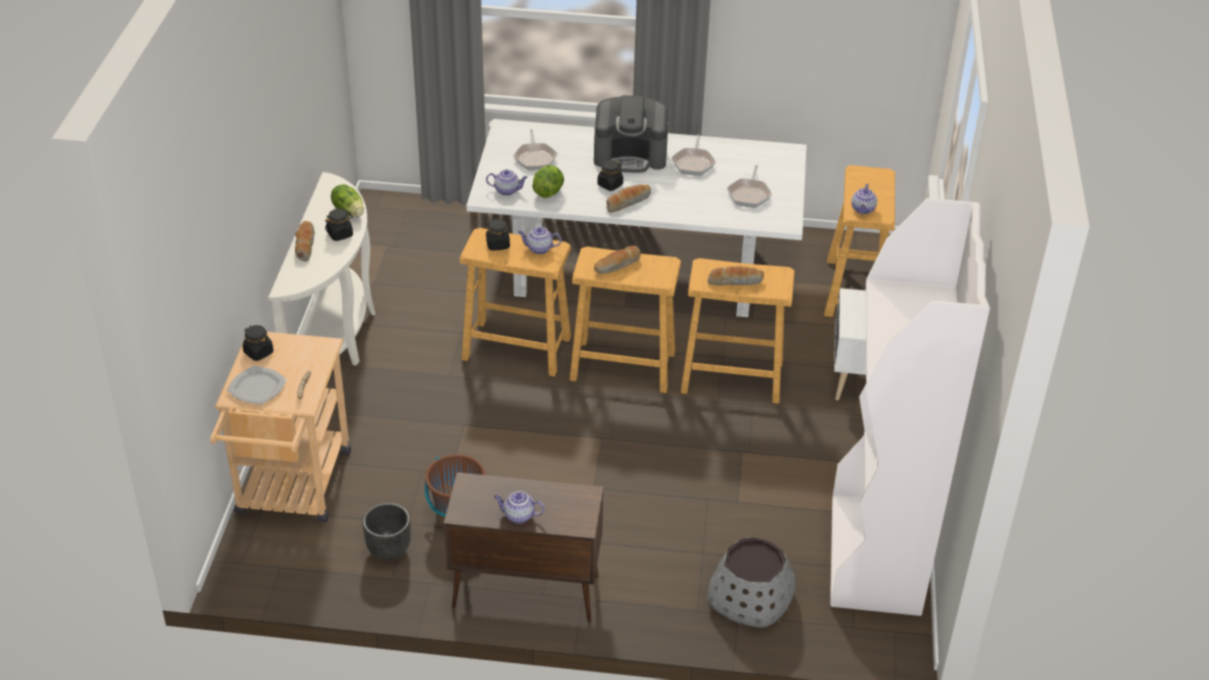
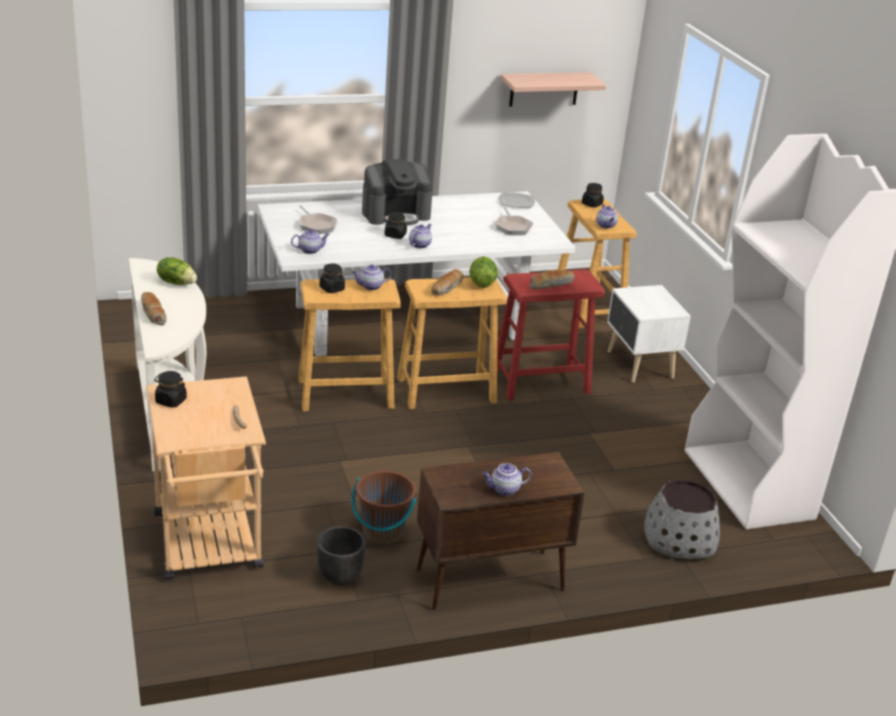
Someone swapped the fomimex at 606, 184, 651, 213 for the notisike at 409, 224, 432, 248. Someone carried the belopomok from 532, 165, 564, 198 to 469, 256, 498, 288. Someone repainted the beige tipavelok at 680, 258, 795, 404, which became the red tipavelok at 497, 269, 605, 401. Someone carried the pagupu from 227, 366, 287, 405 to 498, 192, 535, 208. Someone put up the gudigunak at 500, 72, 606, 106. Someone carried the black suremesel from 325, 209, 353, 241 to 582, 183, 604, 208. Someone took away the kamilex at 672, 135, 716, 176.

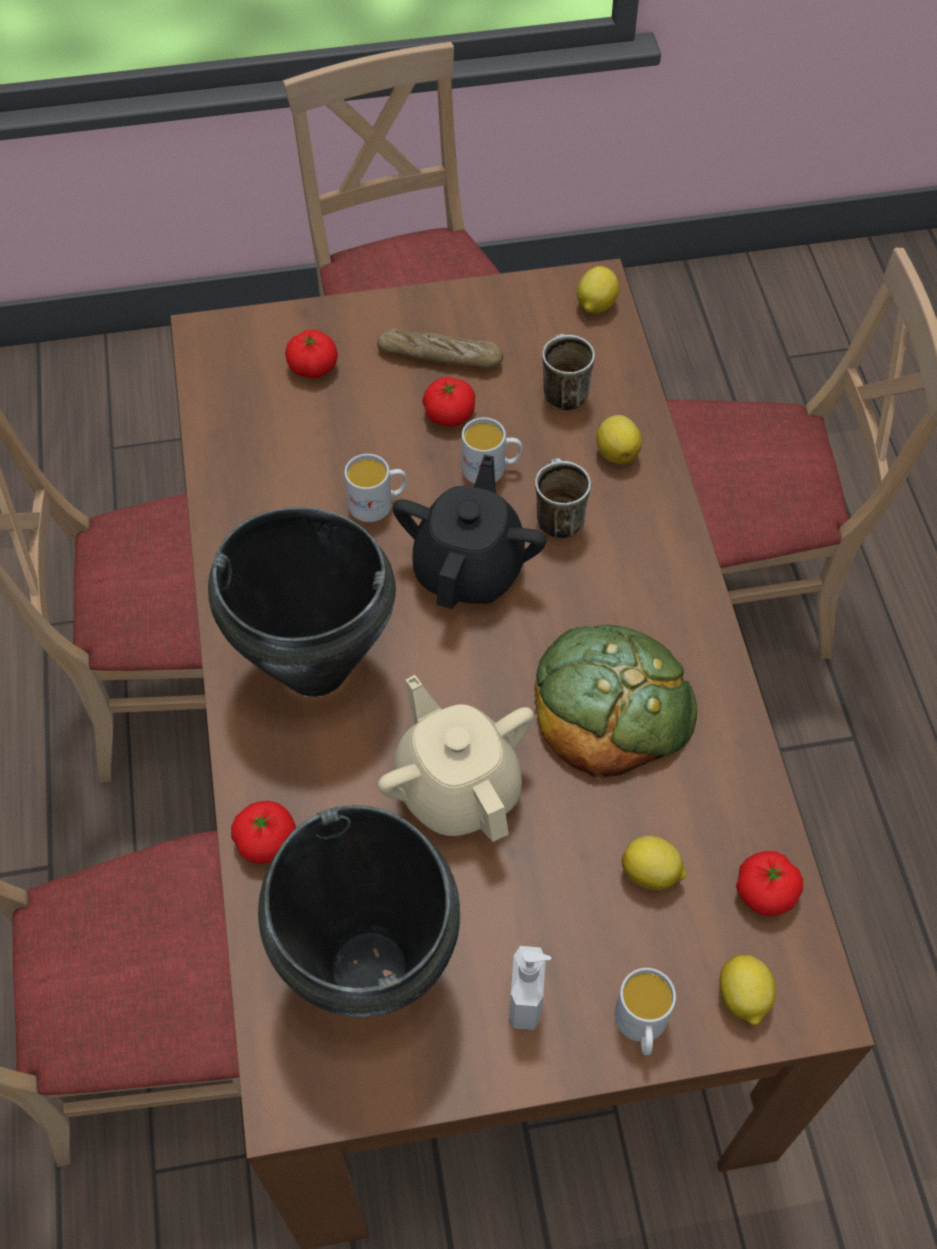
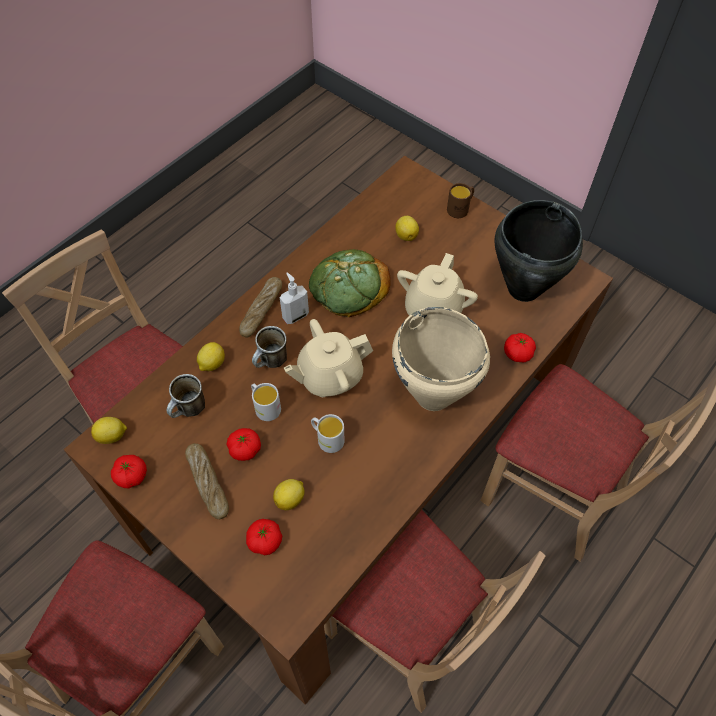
Someone carried the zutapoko from 736, 851, 803, 916 to 111, 455, 147, 488. Someone put down the fomimex at 239, 277, 282, 337. Someone carried the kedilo from 719, 955, 776, 1026 to 273, 479, 305, 510. Someone carried the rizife from 509, 946, 551, 1030 to 280, 273, 309, 324. Someone repainted the black notisike at 393, 455, 547, 609, which became the beige notisike at 284, 319, 373, 397. Someone repainted the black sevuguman at 208, 507, 396, 697, which became the beige sevuguman at 392, 307, 490, 411. Someone repainted the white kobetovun at 614, 968, 676, 1055, which became the brown kobetovun at 447, 183, 474, 218.

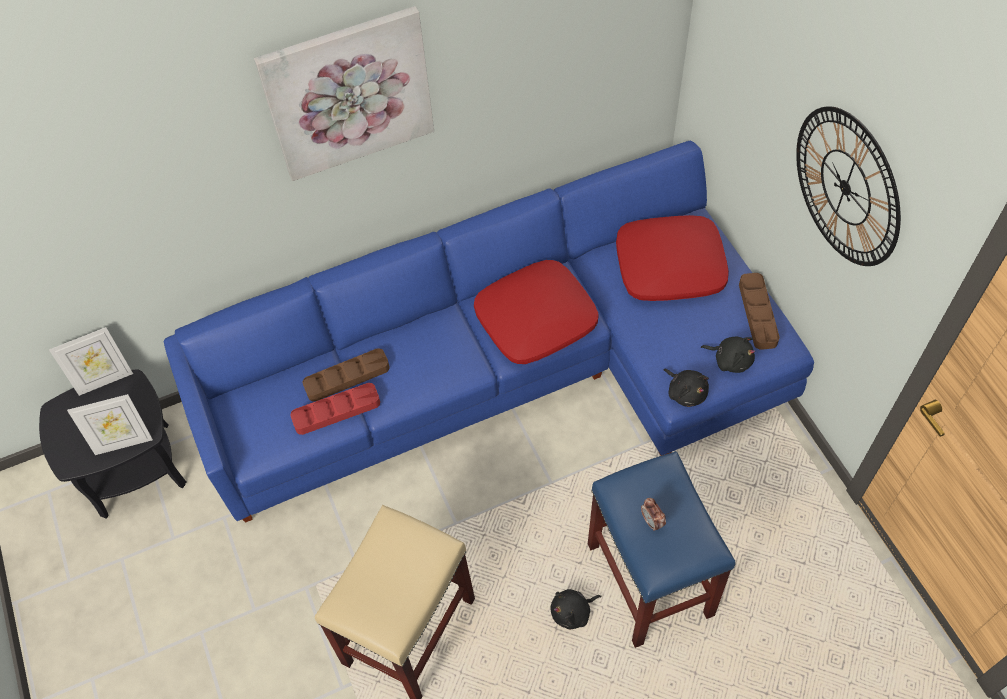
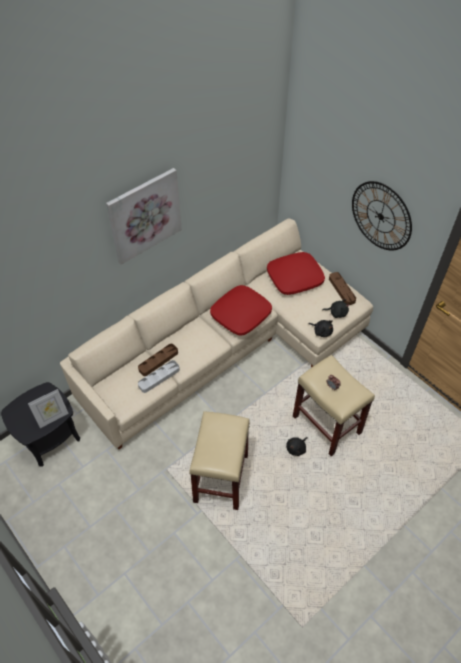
Someone repainted the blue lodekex at 164, 140, 814, 523, which became the beige lodekex at 60, 218, 373, 449. Someone repainted the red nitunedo at 291, 383, 380, 435, which became the grey nitunedo at 138, 360, 180, 393. Someone repainted the blue tipavelok at 588, 451, 735, 648, which became the beige tipavelok at 293, 355, 375, 456. Someone took away the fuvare at 49, 327, 133, 396.

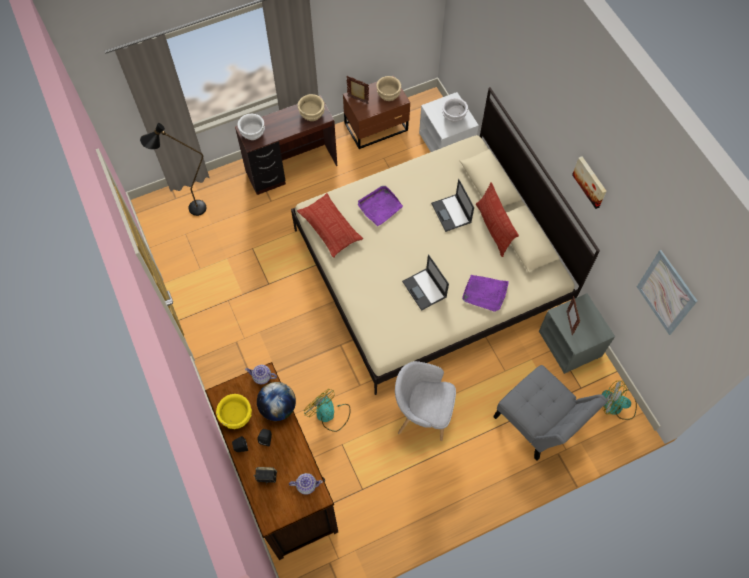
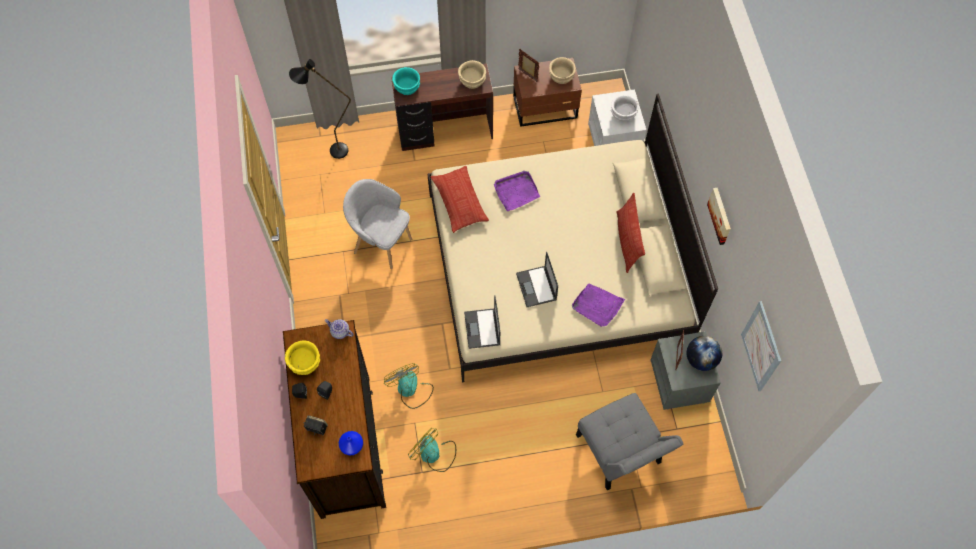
Someone swapped the notisike at 289, 473, 323, 495 for the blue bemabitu at 339, 431, 363, 455. Someone carried the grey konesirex from 395, 361, 456, 441 to 343, 179, 412, 269. Someone repainted the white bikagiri at 237, 114, 265, 140, which became the turquoise bikagiri at 392, 67, 420, 95. Someone carried the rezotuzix from 602, 381, 637, 420 to 408, 428, 456, 472. Someone carried the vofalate from 431, 179, 474, 232 to 464, 295, 500, 349. Someone carried the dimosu from 257, 382, 296, 421 to 687, 336, 722, 371.

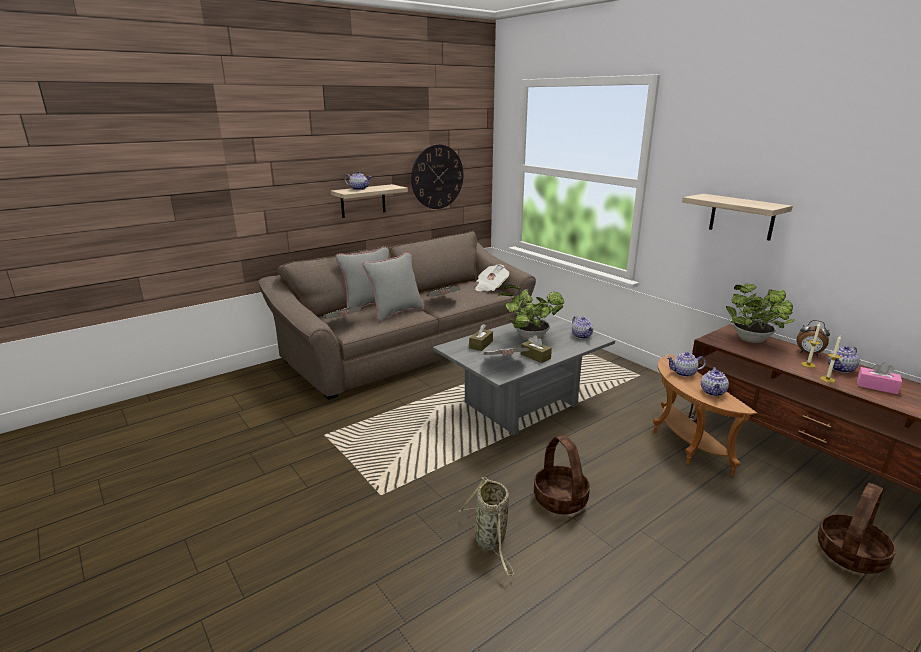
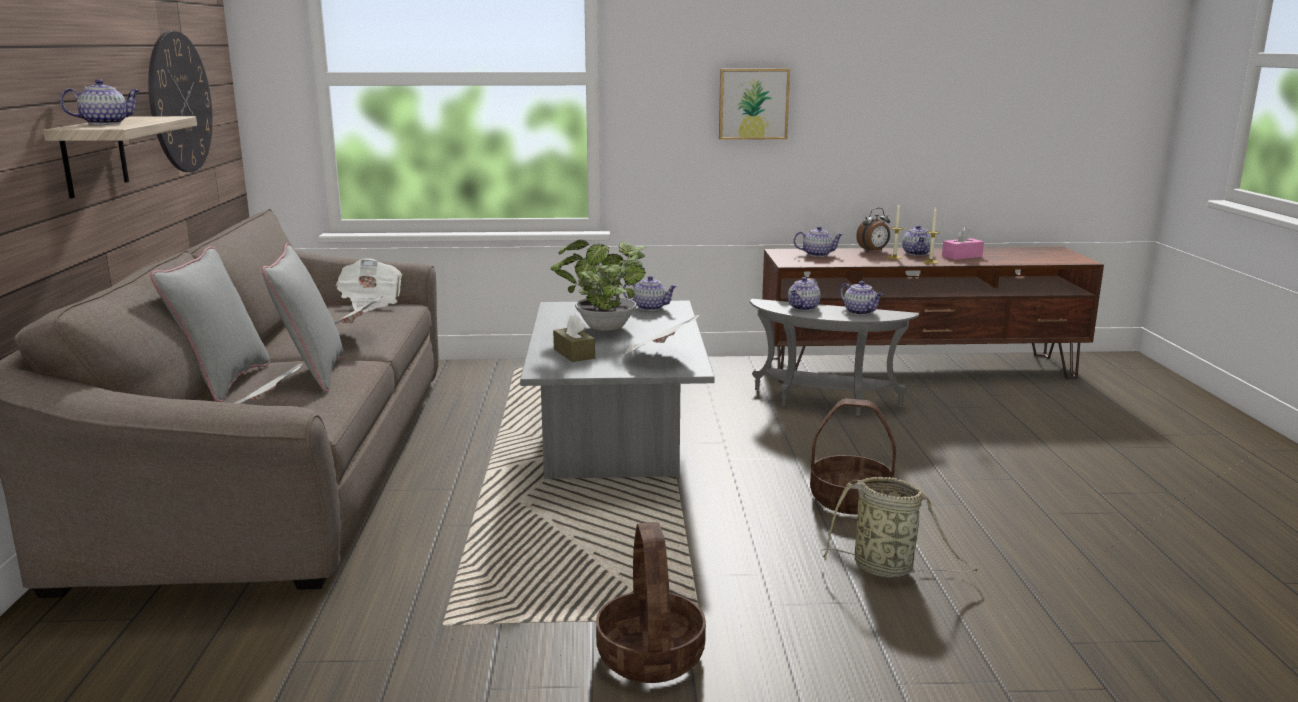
Someone carried the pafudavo from 818, 483, 896, 574 to 596, 522, 706, 683. Someone swapped the gudigunak at 682, 194, 793, 241 for the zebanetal at 719, 69, 790, 140. Someone repainted the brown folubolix at 653, 354, 757, 476, which became the grey folubolix at 750, 299, 919, 416. Someone swapped the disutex at 726, 284, 795, 343 for the notisike at 793, 226, 843, 257. Someone took away the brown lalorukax at 521, 335, 552, 363.

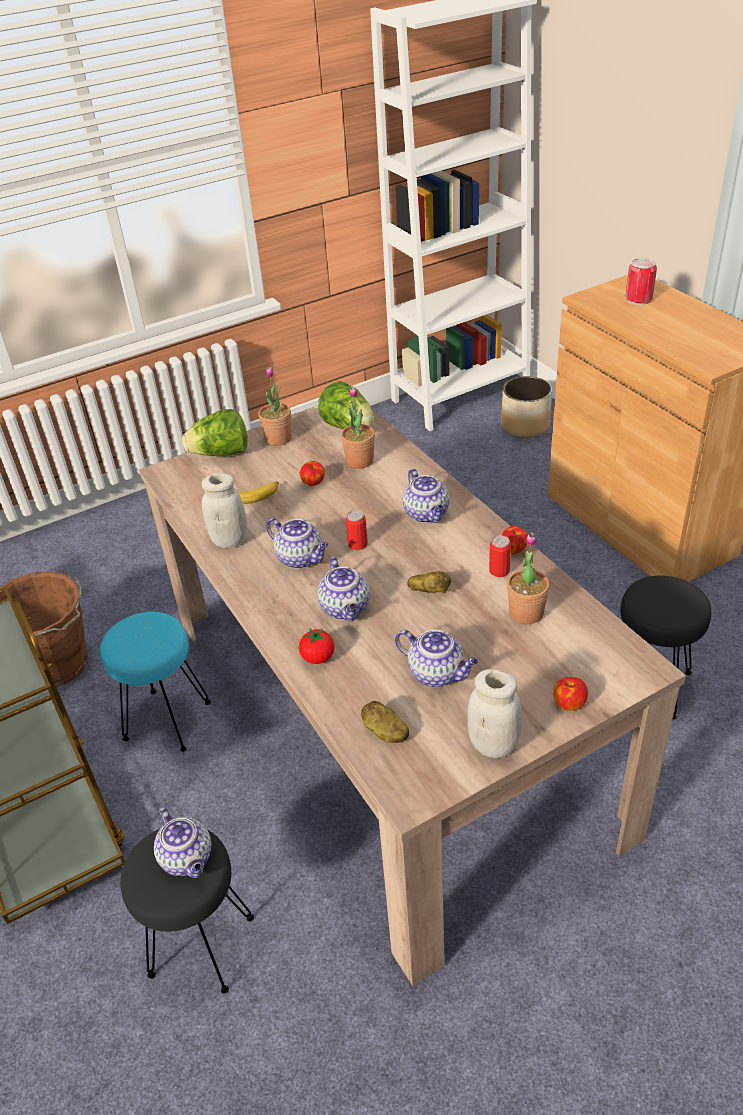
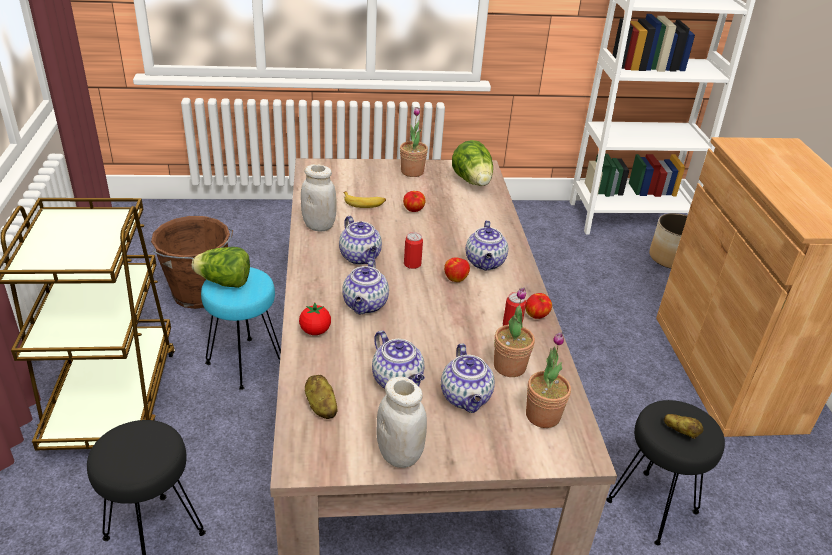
Someone carried the belopomok from 182, 409, 248, 456 to 192, 247, 250, 288. Someone carried the notisike from 154, 807, 211, 878 to 441, 343, 495, 413. Someone carried the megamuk from 553, 677, 588, 711 to 444, 257, 470, 282. Someone carried the disutex from 341, 386, 375, 469 to 526, 332, 571, 428. Someone carried the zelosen from 407, 571, 451, 593 to 664, 414, 704, 439. Someone took away the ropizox at 626, 258, 657, 305.

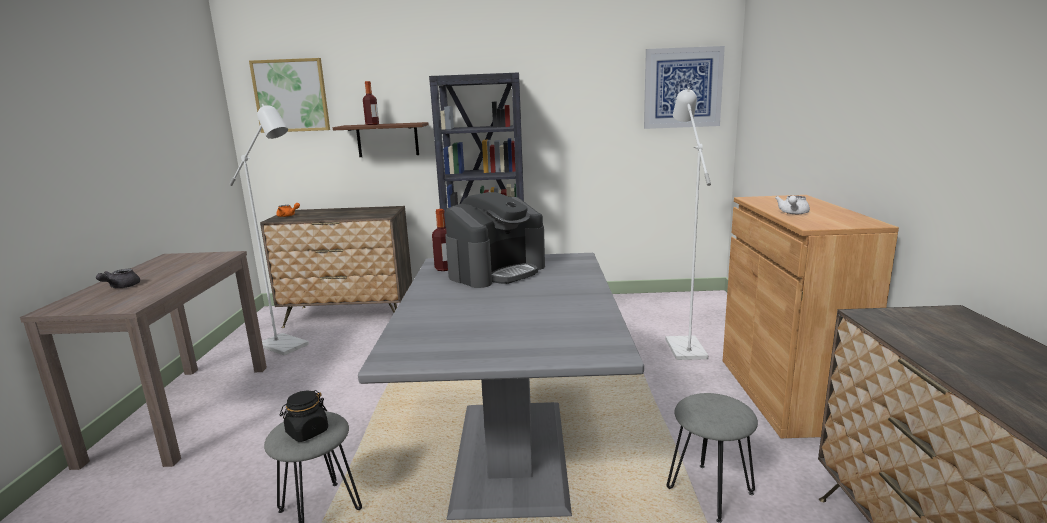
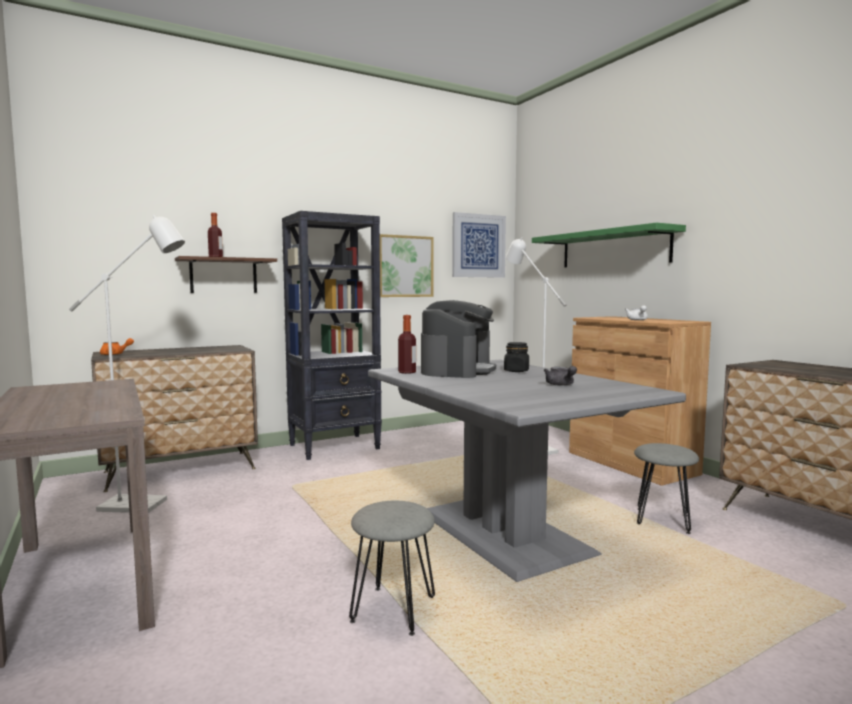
Someone carried the zebanetal from 249, 58, 330, 133 to 380, 234, 434, 297. Someone carried the black suremesel from 280, 390, 328, 442 to 504, 342, 529, 372. Someone put up the green gudigunak at 532, 223, 686, 267. Someone carried the grey notisike from 96, 269, 140, 288 to 544, 366, 577, 386.

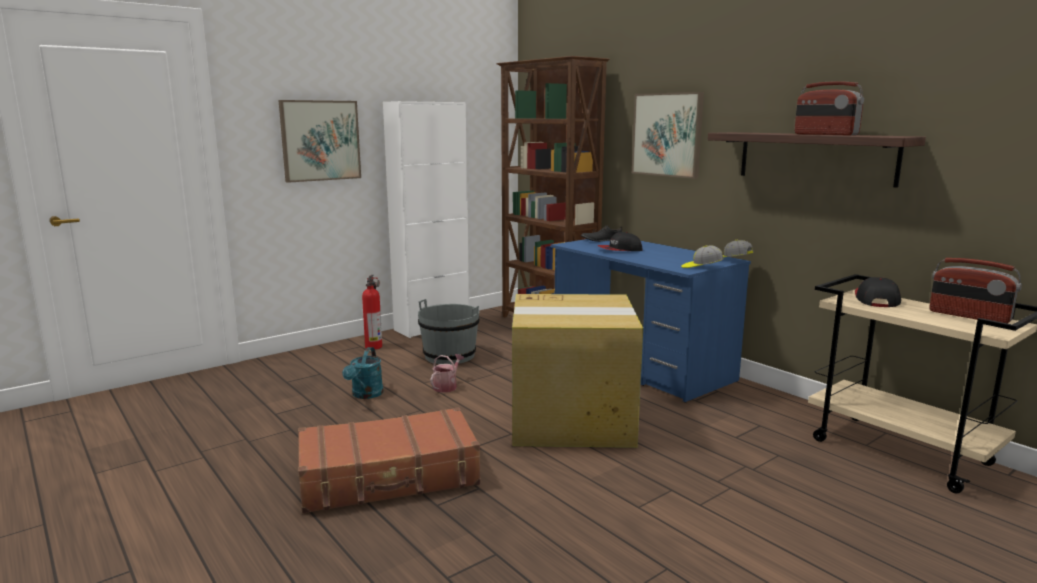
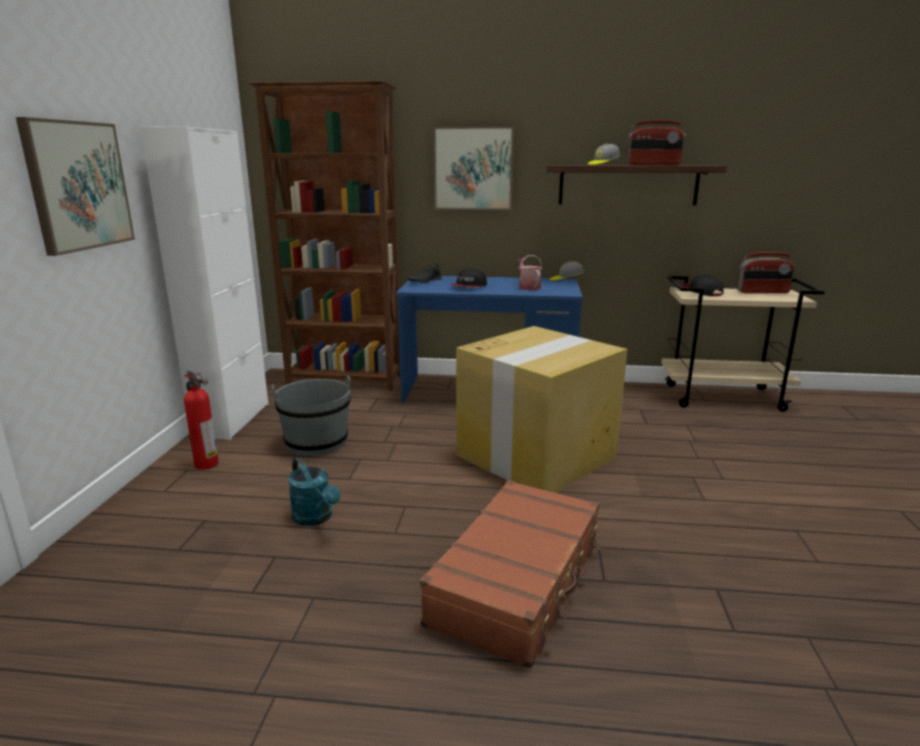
Someone carried the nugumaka from 430, 354, 464, 393 to 516, 255, 543, 290. Someone carried the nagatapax from 681, 245, 723, 268 to 588, 144, 620, 165.

